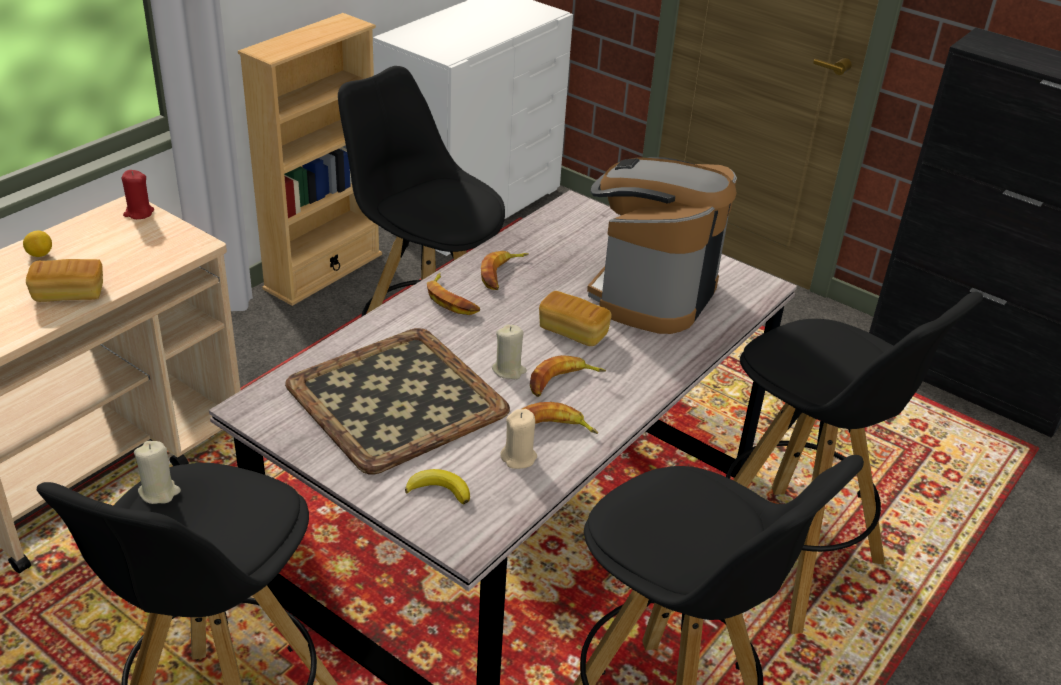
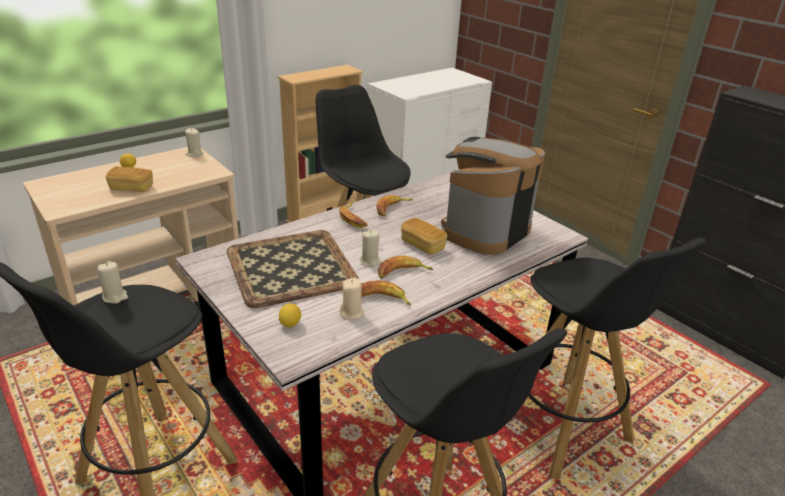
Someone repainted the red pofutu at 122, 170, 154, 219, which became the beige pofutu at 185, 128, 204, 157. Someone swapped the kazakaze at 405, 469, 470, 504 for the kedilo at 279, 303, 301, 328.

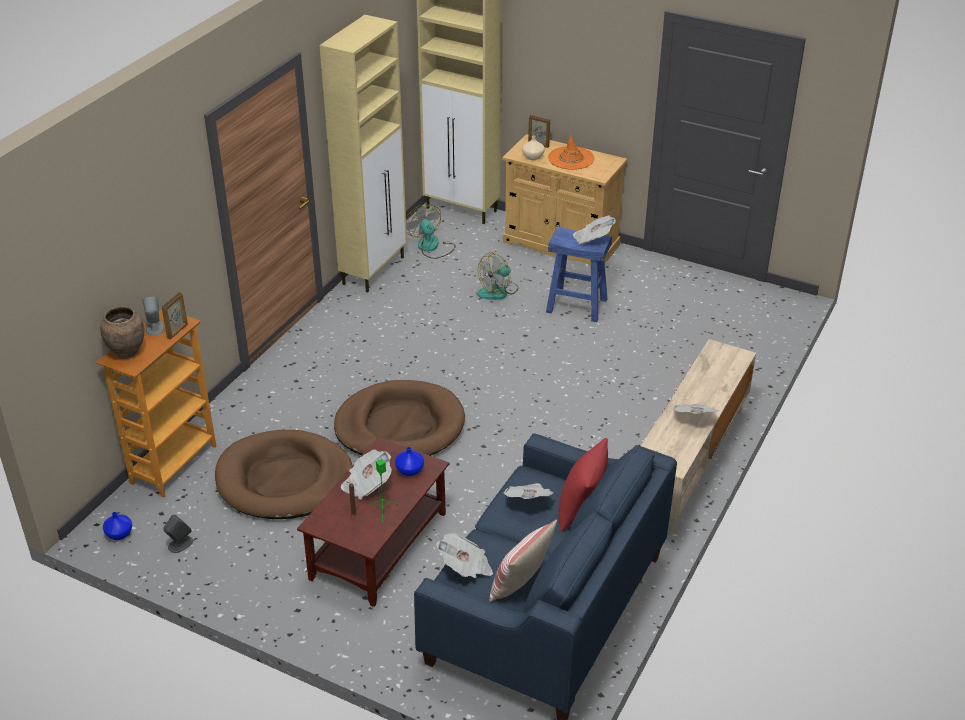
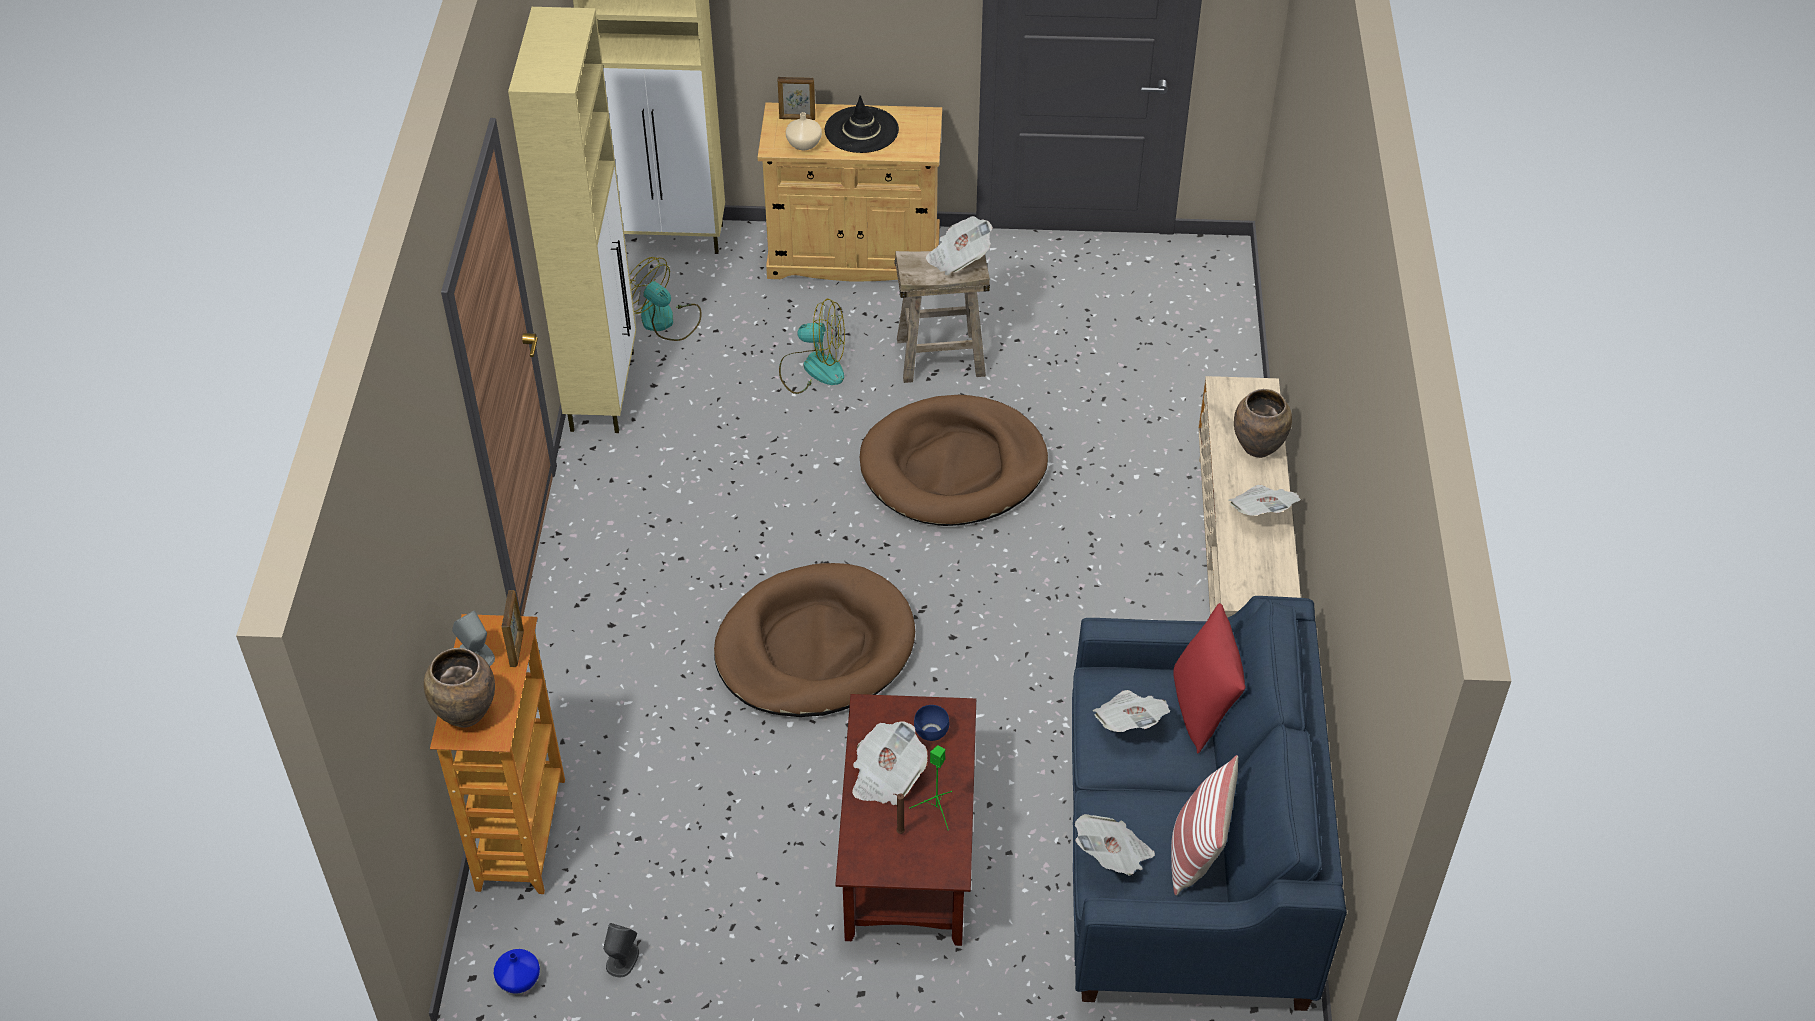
Someone rotated the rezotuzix at 477, 252, 518, 300 by 105 degrees counterclockwise. Someone repainted the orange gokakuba at 548, 134, 595, 170, which became the black gokakuba at 825, 95, 899, 153. Someone carried the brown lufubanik from 215, 430, 352, 519 to 860, 395, 1048, 526. Someone repainted the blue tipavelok at 546, 226, 612, 322, which became the beige tipavelok at 894, 251, 990, 383. Someone swapped the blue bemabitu at 395, 447, 424, 476 for the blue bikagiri at 914, 705, 949, 741. Someone put down the brown bemabitu at 1234, 389, 1292, 458.

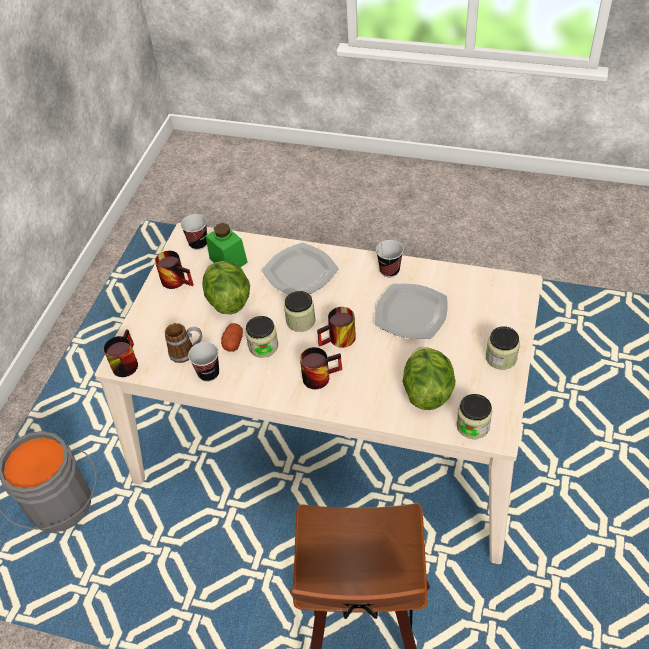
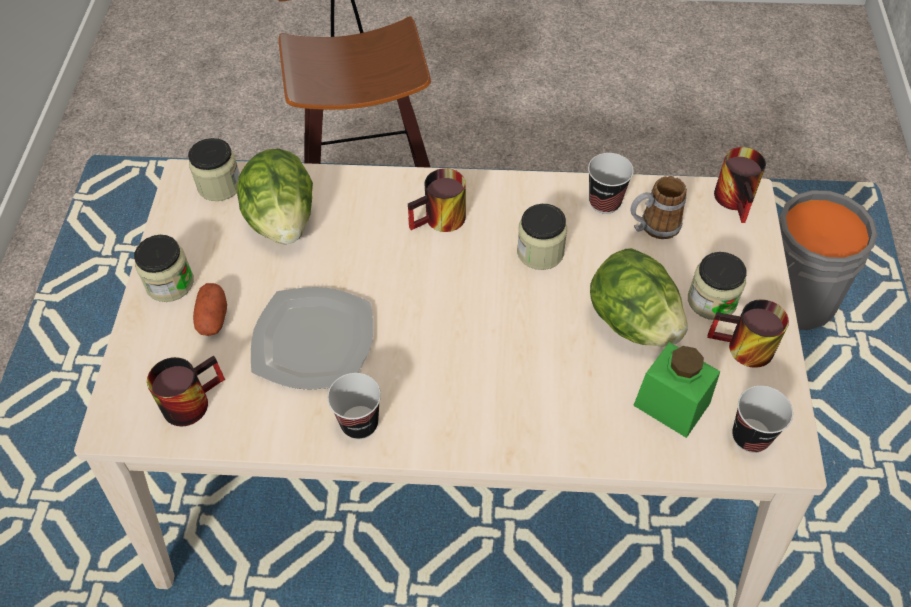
Someone carried the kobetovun from 317, 307, 356, 348 to 147, 356, 225, 426. Someone carried the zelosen from 221, 323, 243, 352 to 193, 283, 227, 336. Someone carried the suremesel from 284, 291, 315, 332 to 688, 252, 746, 320. Someone took away the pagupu at 262, 242, 338, 295.

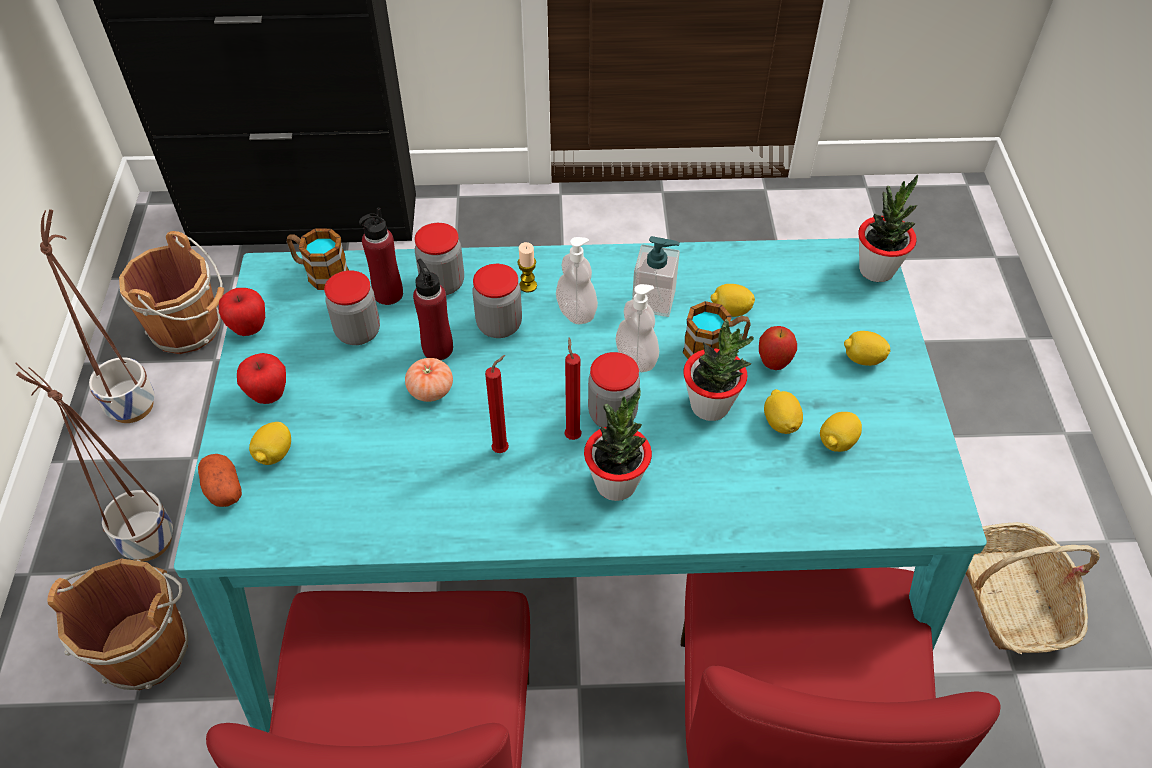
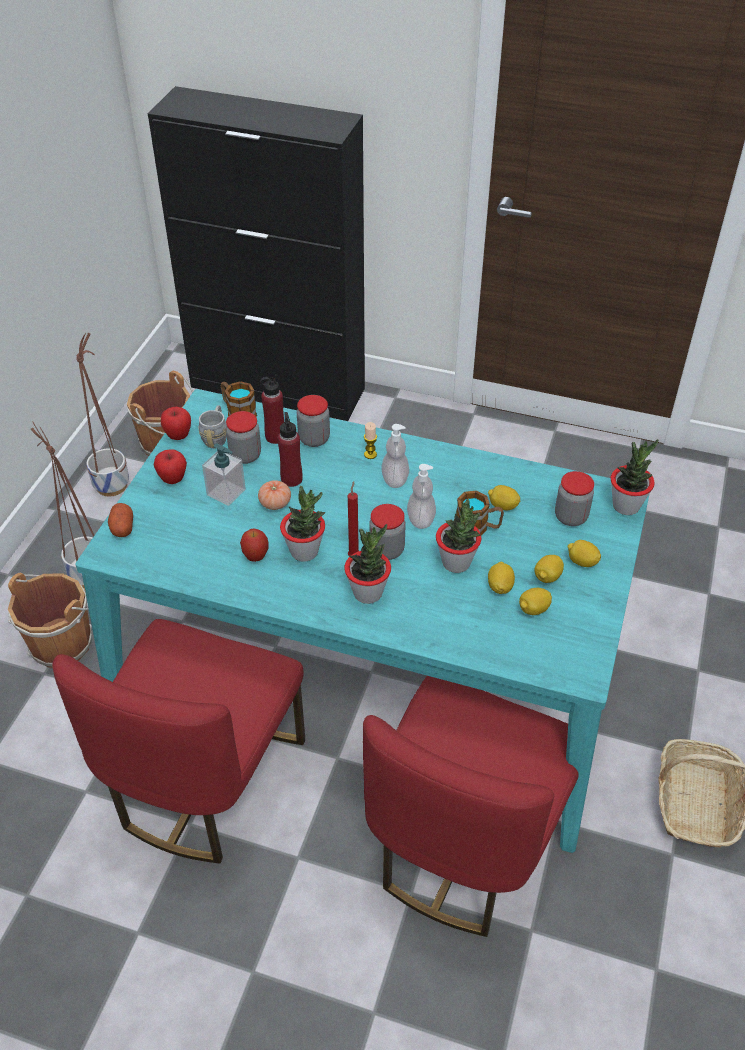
Someone put down the grey kobetovun at 198, 406, 227, 448. Someone carried the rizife from 632, 236, 680, 317 to 202, 443, 246, 506. Someone carried the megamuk from 759, 326, 797, 370 to 240, 529, 269, 562. Someone swapped the red pofutu at 485, 355, 509, 453 for the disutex at 280, 486, 325, 562. Someone carried the kedilo from 249, 422, 291, 465 to 534, 555, 564, 583. Someone carried the suremesel from 472, 264, 522, 338 to 555, 471, 594, 526.

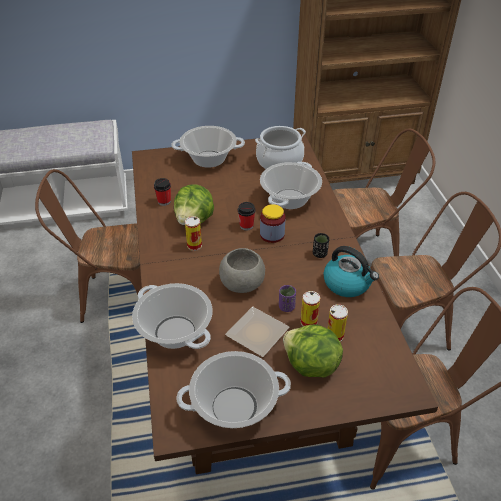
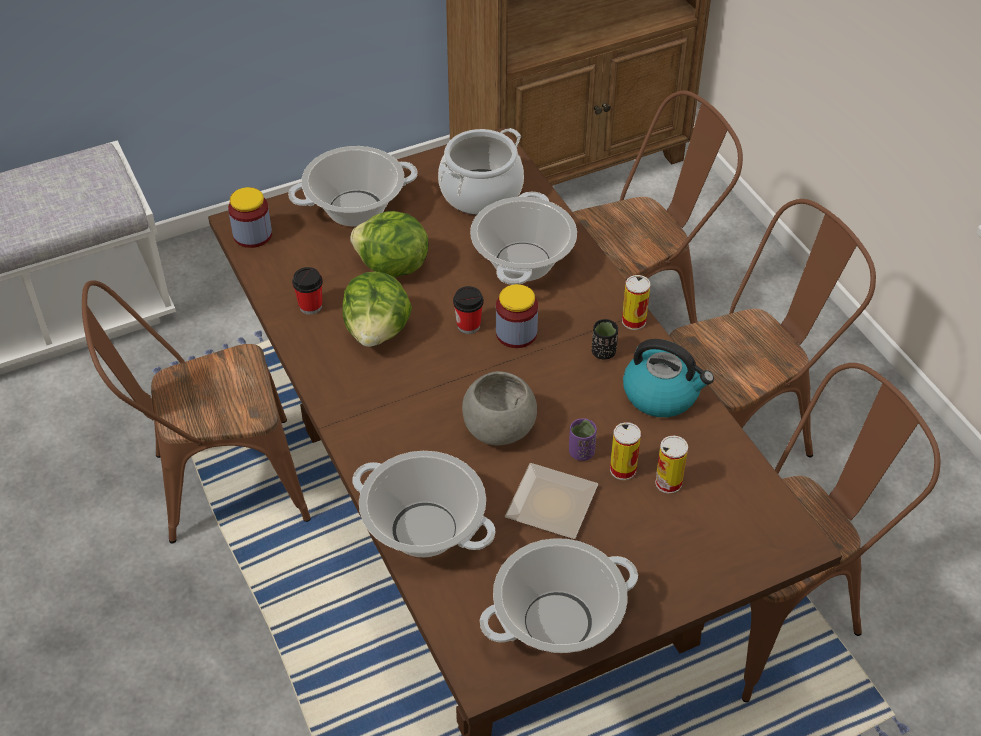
Someone put down the suremesel at 228, 187, 272, 248. Someone carried the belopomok from 283, 324, 343, 378 to 350, 211, 429, 277. Someone carried the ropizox from 185, 216, 202, 251 to 622, 275, 650, 330.

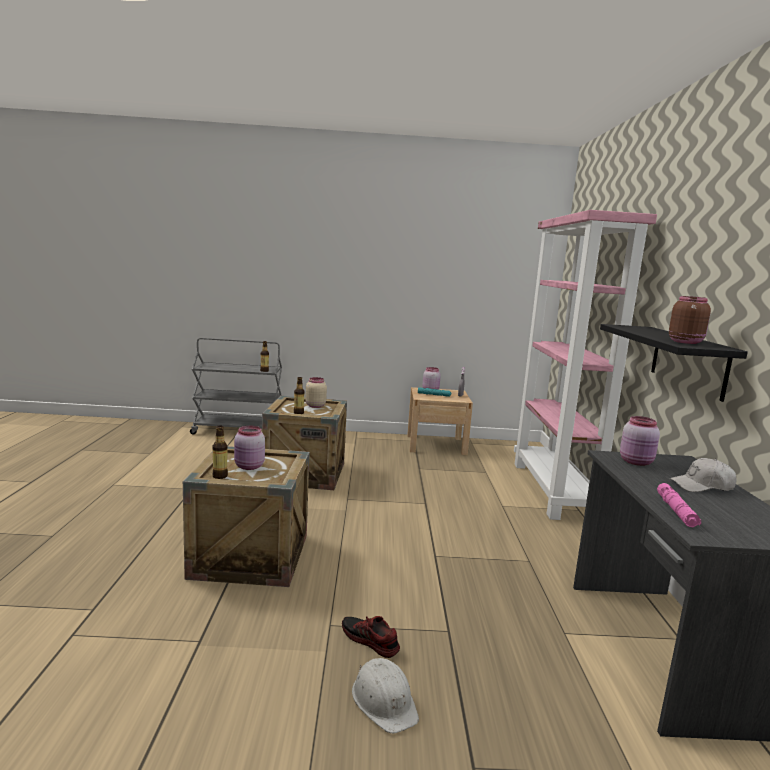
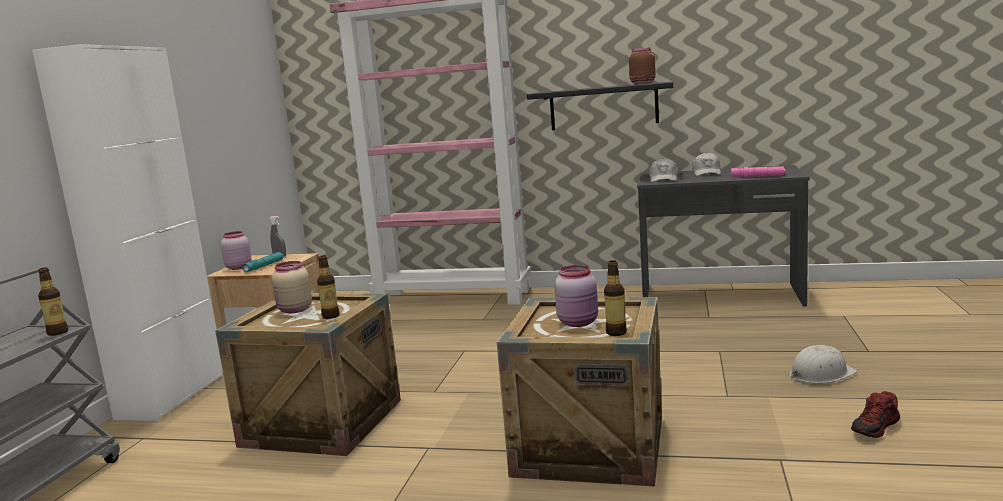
Someone put down the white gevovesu at 32, 44, 223, 421. Someone swapped the pink suremesel at 620, 416, 660, 466 for the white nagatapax at 649, 158, 678, 182. Someone carried the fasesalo from 342, 616, 400, 658 to 851, 391, 900, 438.

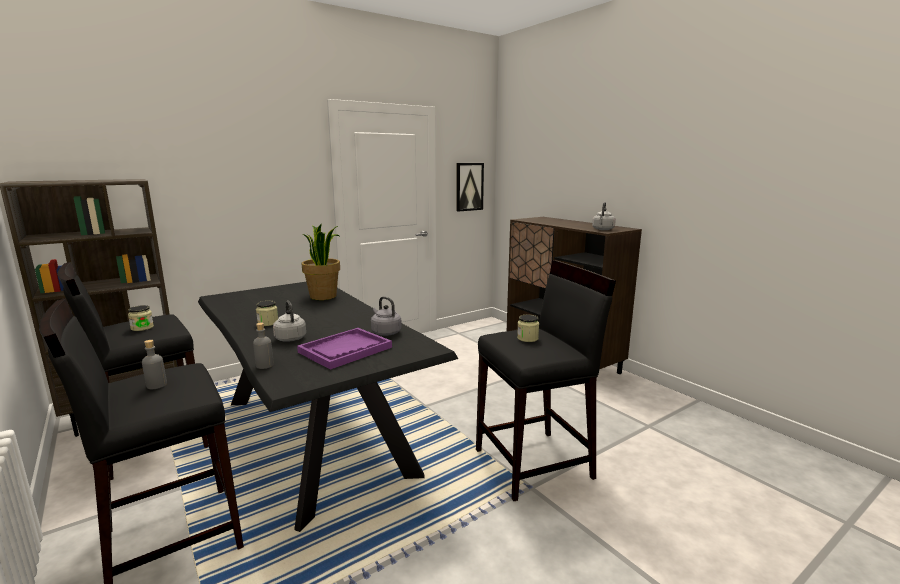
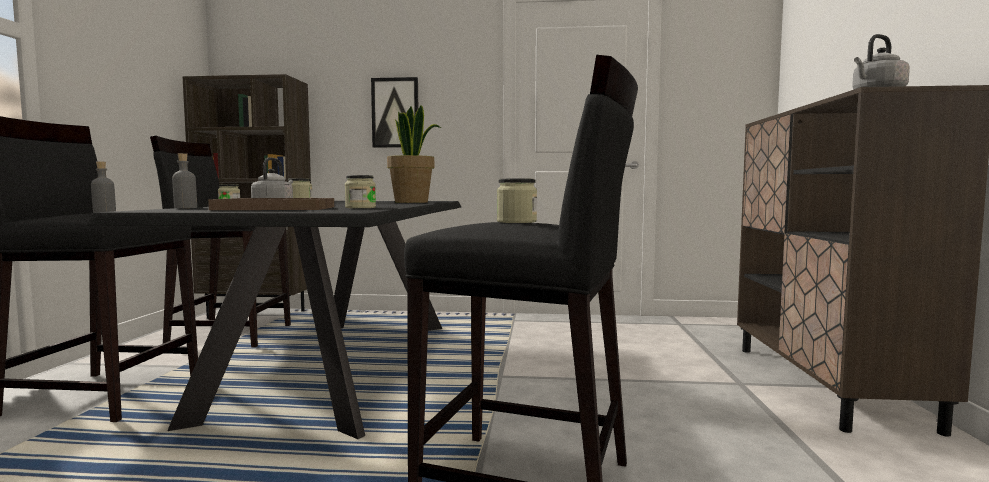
Someone repainted the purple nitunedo at 297, 328, 392, 370, which became the brown nitunedo at 208, 198, 334, 210. Someone swapped the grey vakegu at 371, 296, 402, 336 for the suremesel at 345, 175, 376, 208. Someone carried the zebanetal from 456, 163, 484, 211 to 371, 77, 418, 148.

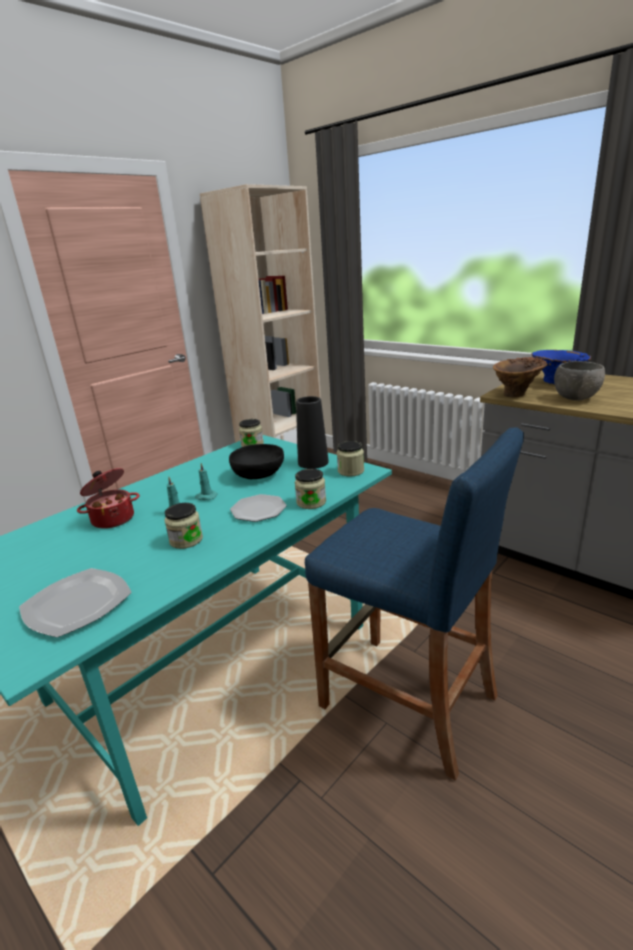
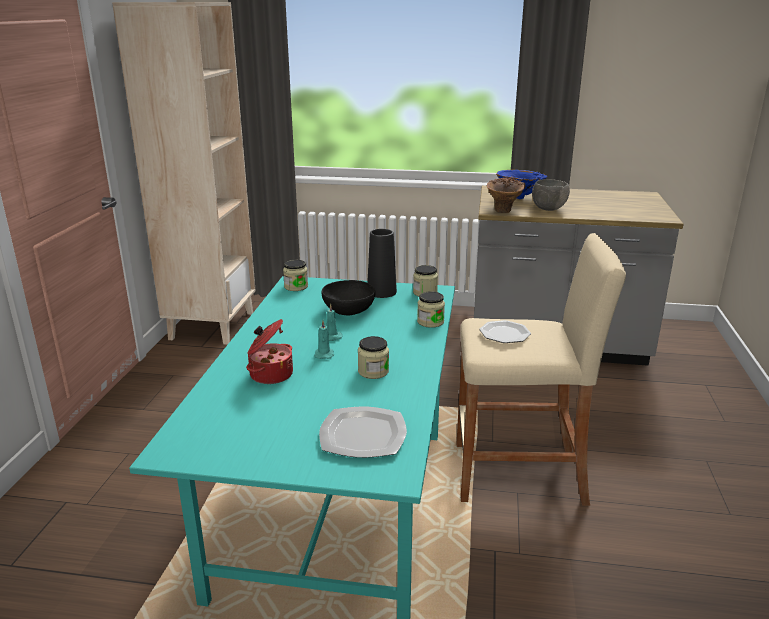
Someone repainted the blue tipavelok at 305, 427, 524, 781, which became the beige tipavelok at 457, 233, 626, 506. Someone carried the pagupu from 230, 494, 287, 522 to 479, 320, 531, 343.

